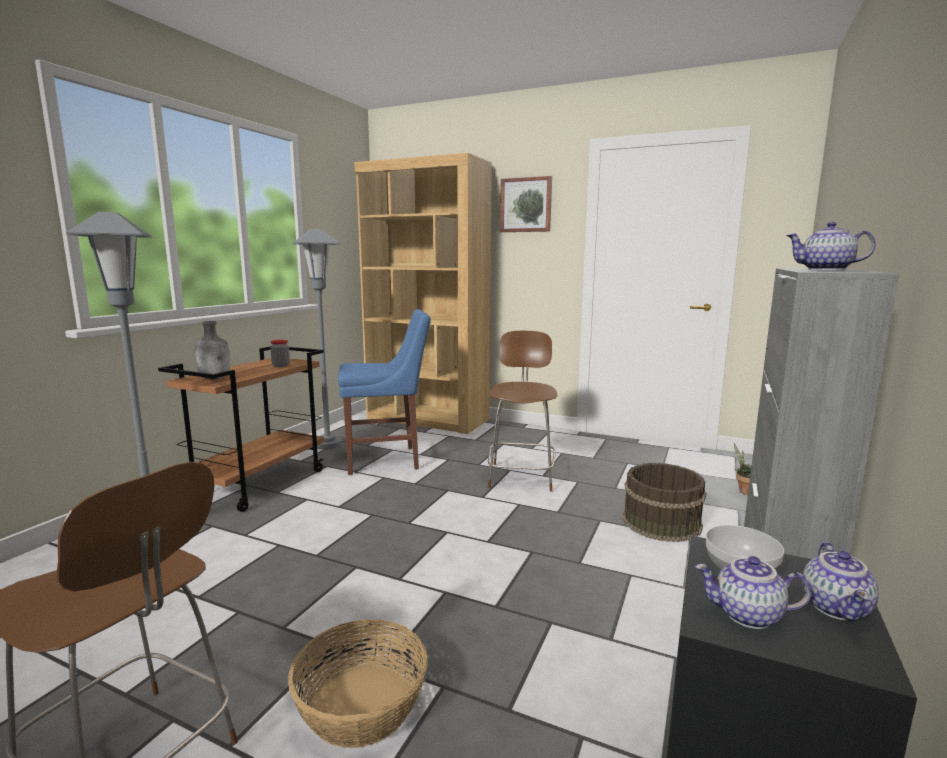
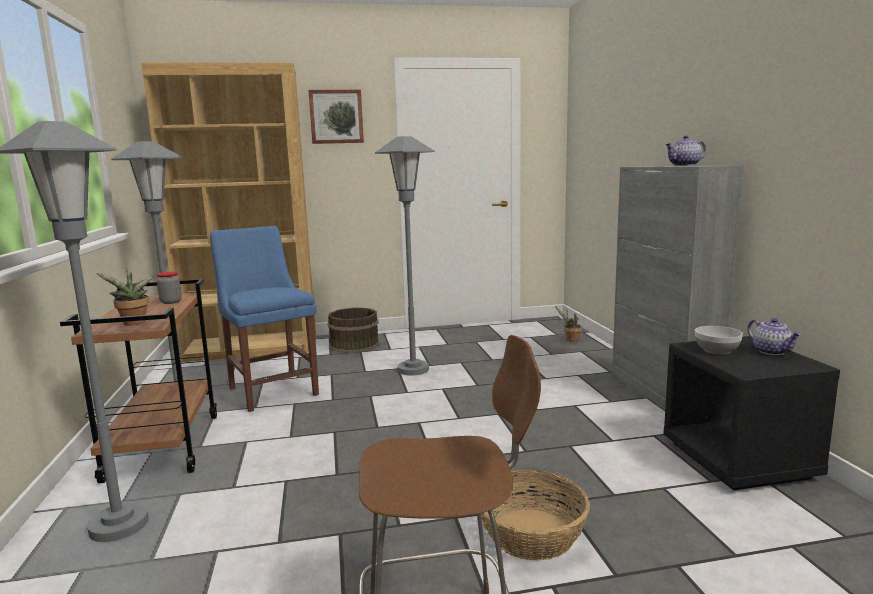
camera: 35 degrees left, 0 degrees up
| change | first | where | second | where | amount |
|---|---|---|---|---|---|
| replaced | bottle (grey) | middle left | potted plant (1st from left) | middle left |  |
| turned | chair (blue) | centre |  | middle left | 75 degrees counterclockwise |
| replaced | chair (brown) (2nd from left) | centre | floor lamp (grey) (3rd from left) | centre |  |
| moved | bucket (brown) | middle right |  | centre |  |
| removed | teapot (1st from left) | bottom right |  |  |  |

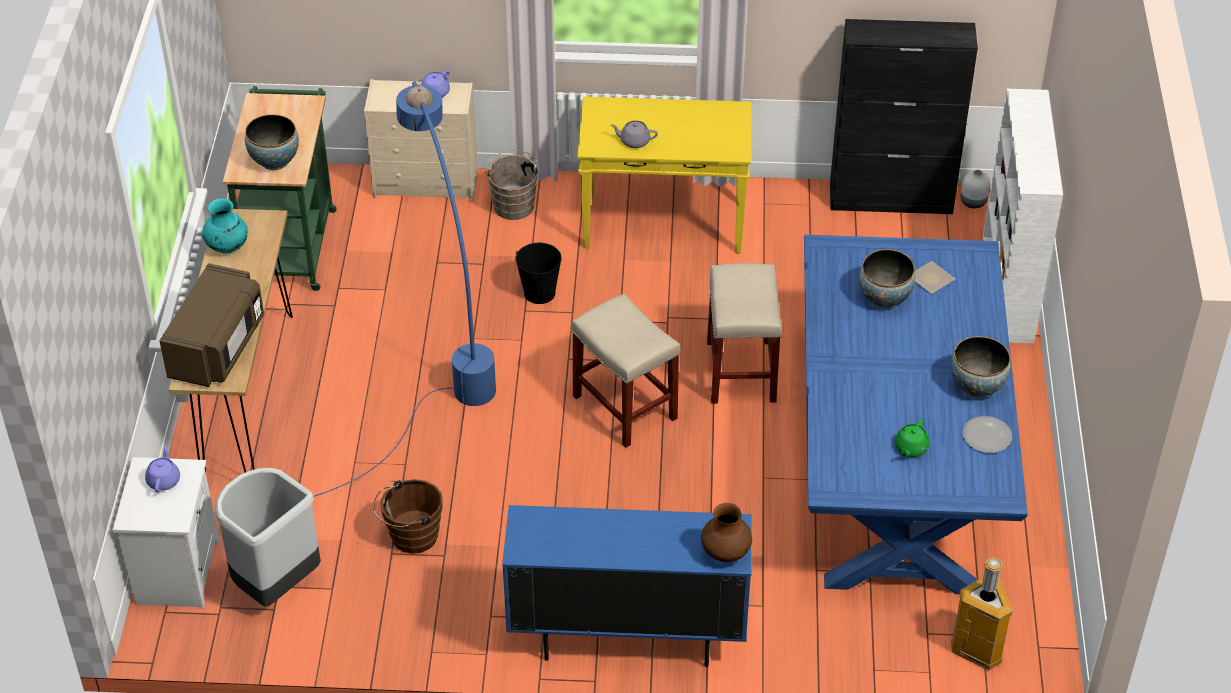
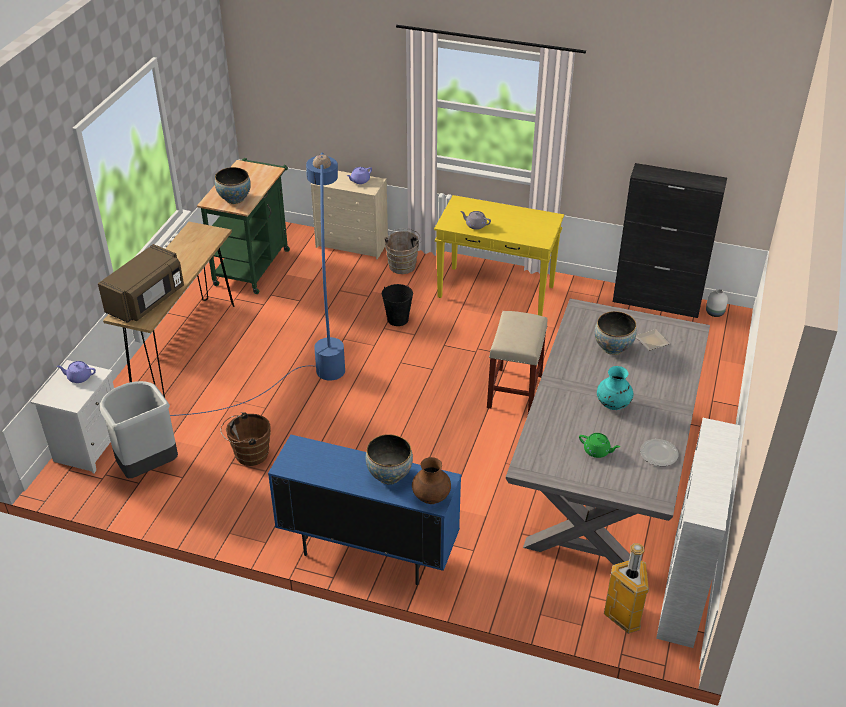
camera: 15 degrees right, 5 degrees down
| change | first | where | second | where | amount |
|---|---|---|---|---|---|
| turned | teapot (purple) (1st from left) | bottom left |  | middle left | 105 degrees counterclockwise |
| moved | vase (turquoise) | top left |  | middle right |  |
| removed | stool (beige) (1st from left) | centre |  |  |  |
| recoloured | dining table (blue) | middle right | dining table (grey) | middle right |  |
| turned | teapot (green) | middle right |  | middle right | 105 degrees counterclockwise |
| moved | bowl (3rd from left in the first image) | middle right | bowl (2nd from left) | centre |  |
| moved | bookcase (white) | top right |  | bottom right |  |

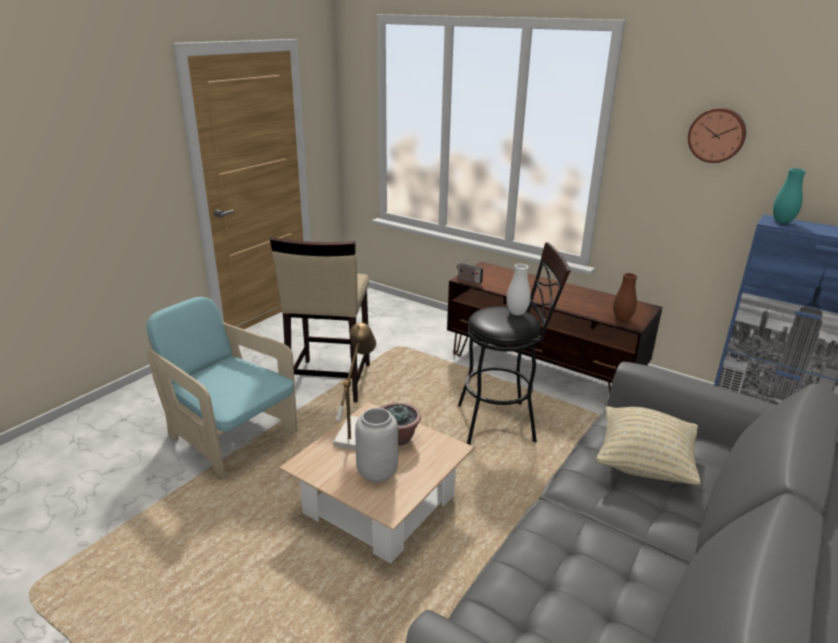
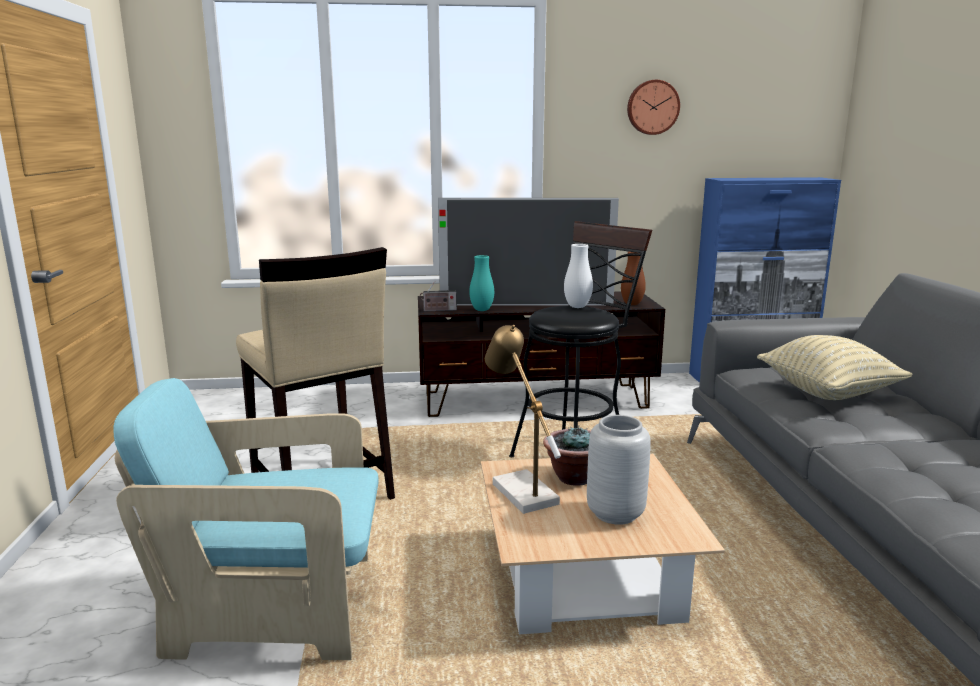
camera: 40 degrees left, 10 degrees down
| change | first | where | second | where | amount |
|---|---|---|---|---|---|
| moved | vase (turquoise) | top right |  | centre |  |
| added |  |  | television | centre |  |

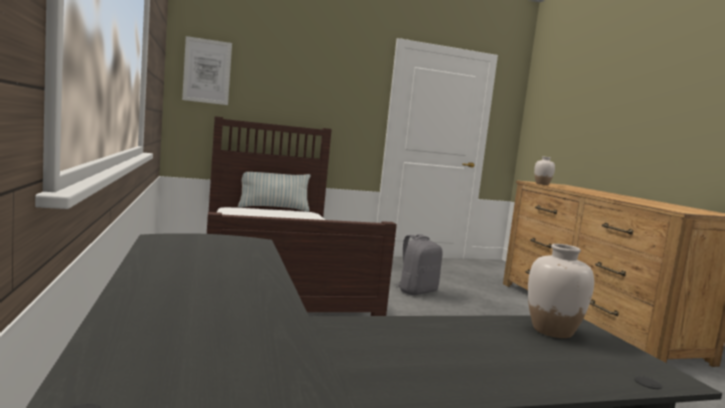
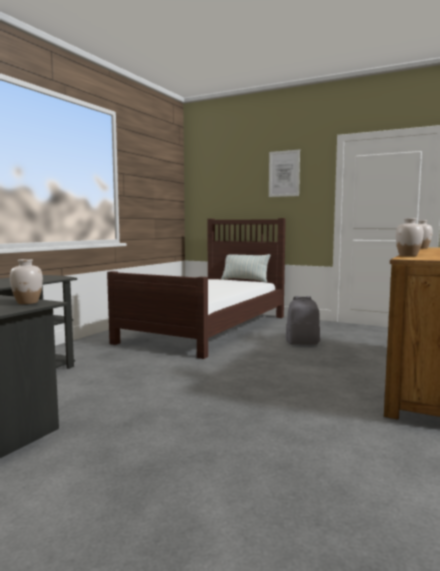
camera: 45 degrees right, 0 degrees up
| change | first | where | second | where | amount |
|---|---|---|---|---|---|
| moved | picture | top left |  | top centre |  |
| added |  |  | vase (white) (2nd from left) | middle right |  |

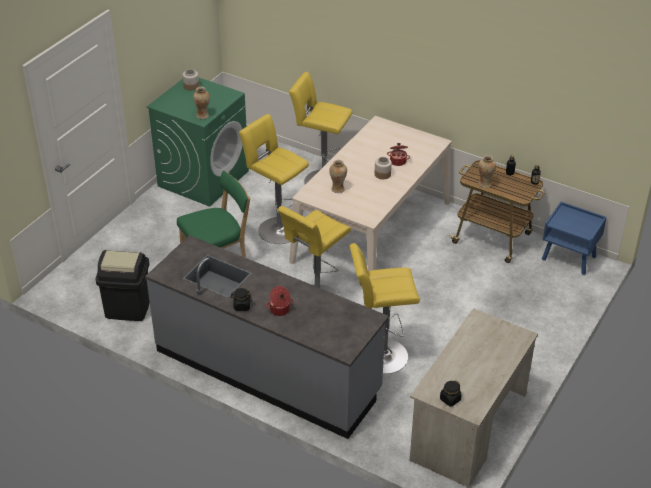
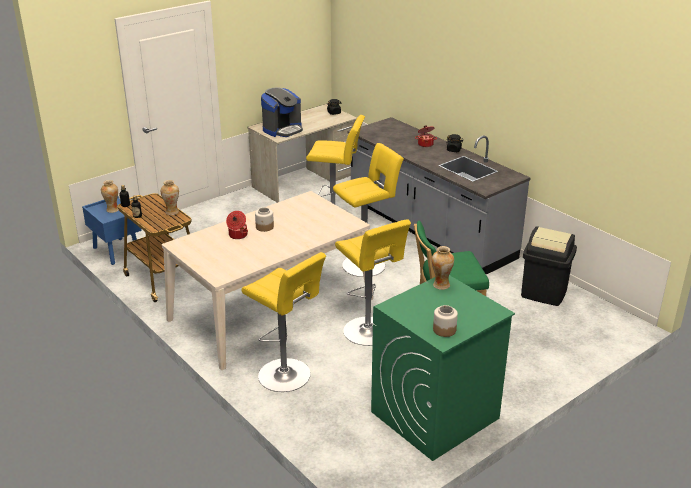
camera: 160 degrees left, 10 degrees down
| change | first | where | second | where | amount |
|---|---|---|---|---|---|
| moved | vase (2nd from left in the first image) | centre | vase (1st from left) | middle left |  |
| added |  |  | coffee machine | top centre |  |

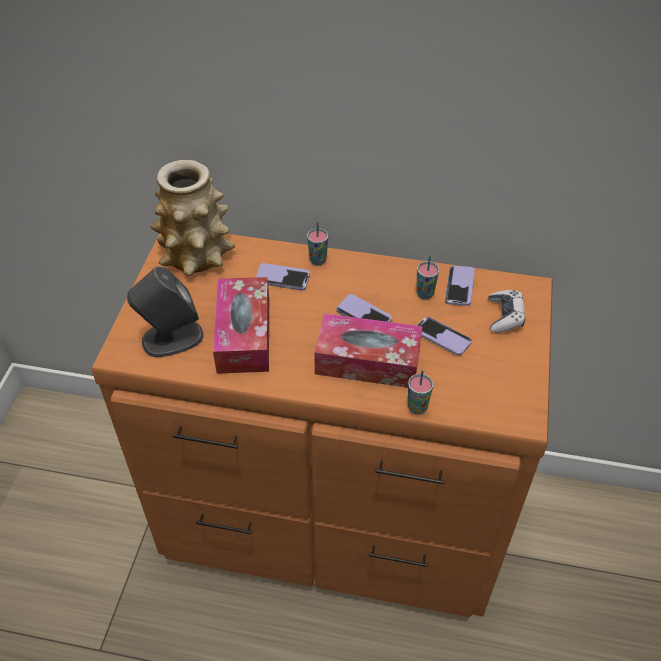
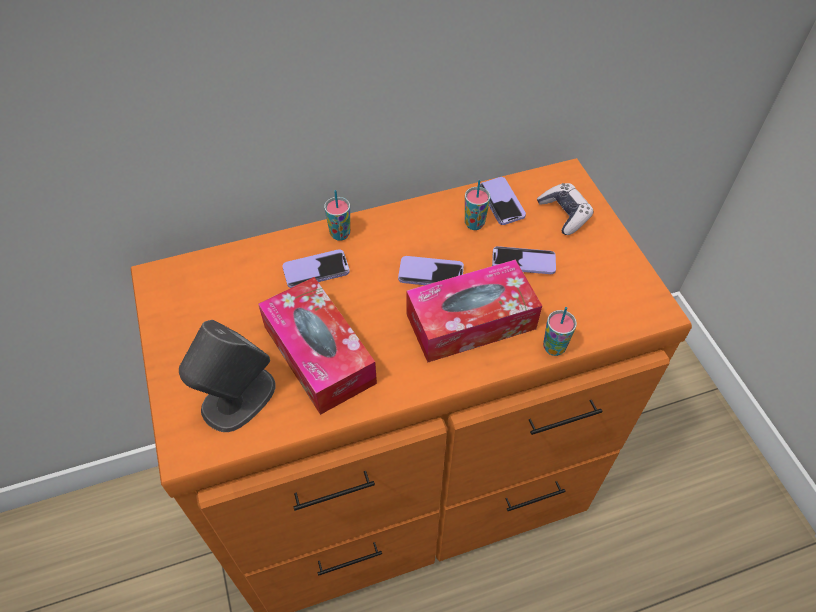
camera: 30 degrees left, 5 degrees up
| change | first | where | second | where | amount |
|---|---|---|---|---|---|
| removed | vase | top left |  |  |  |

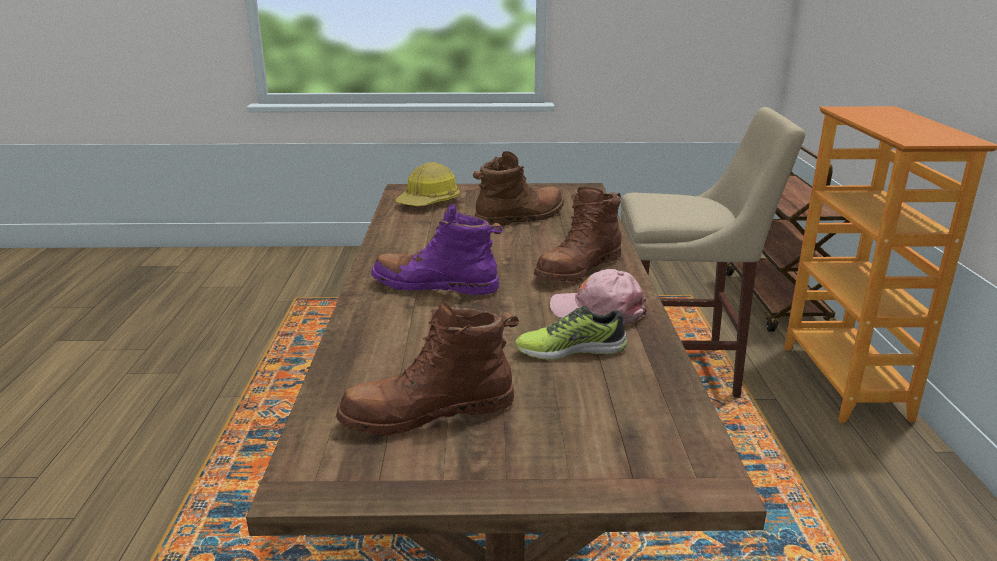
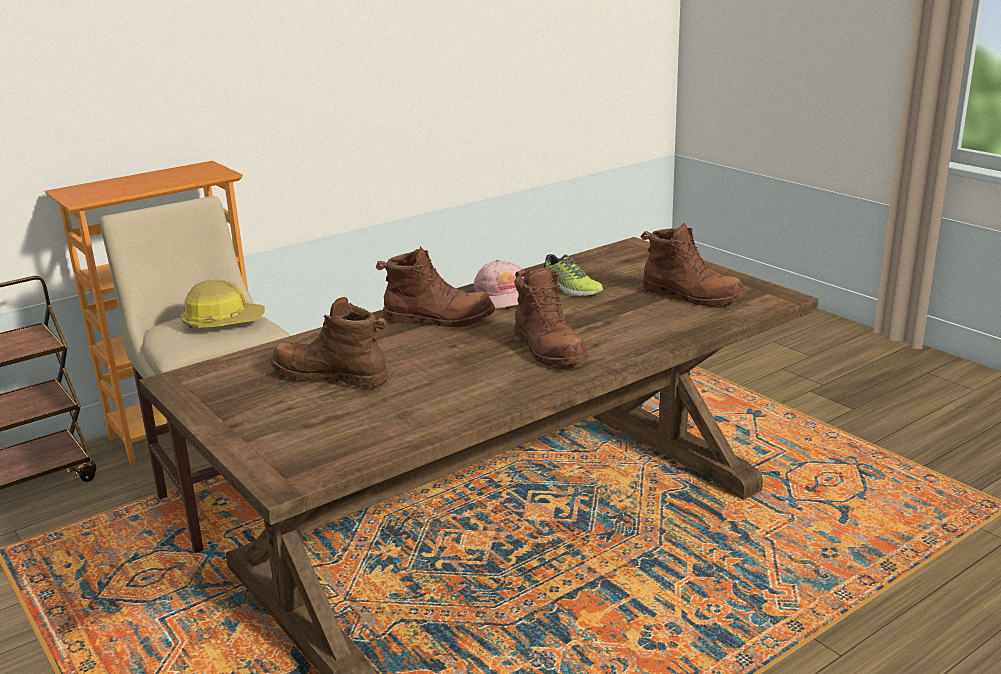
camera: 125 degrees left, 0 degrees up
| change | first | where | second | where | amount |
|---|---|---|---|---|---|
| recoloured | boot (purple) | centre | boot (brown) (3rd from left) | centre |  |
| moved | hard hat | top centre |  | middle left |  |

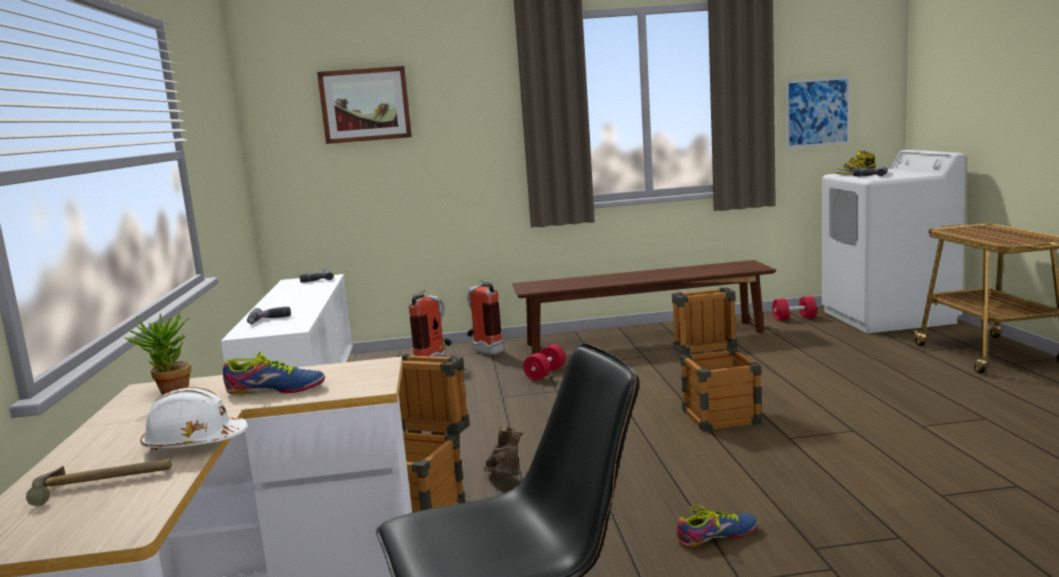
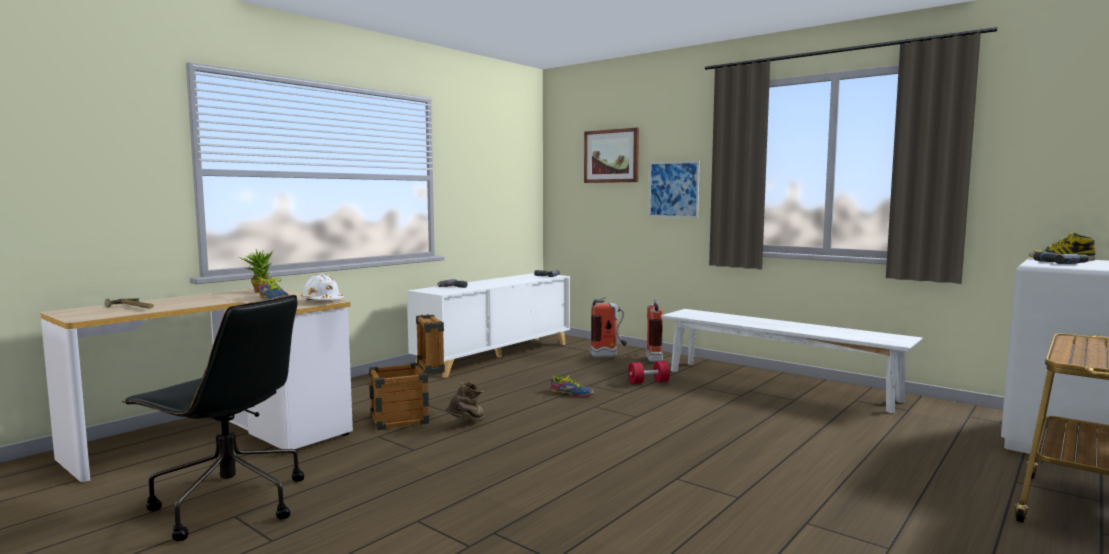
camera: 45 degrees right, 5 degrees down
| change | first | where | second | where | amount |
|---|---|---|---|---|---|
| moved | hard hat (white) | bottom left |  | middle left |  |
| recoloured | bench (brown) | centre | bench (white) | middle right |  |
| removed | crate (2nd from left) | middle right |  |  |  |
| moved | shoe (2nd from left) | bottom right |  | bottom centre |  |
| removed | dumbbell (red) (2nd from left) | middle right |  |  |  |
| moved | picture (2nd from left) | top right |  | centre |  |

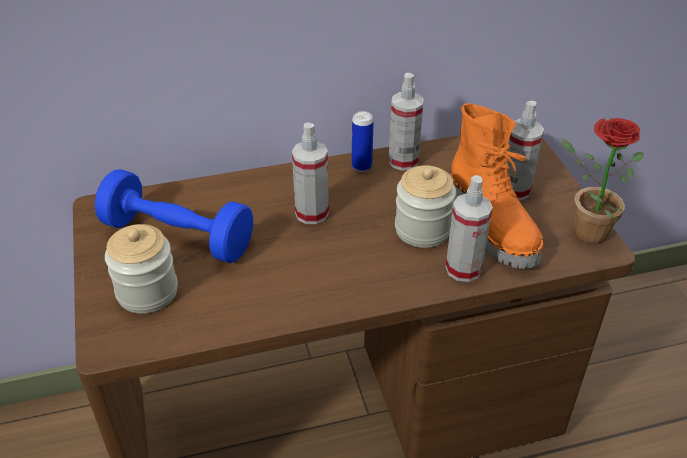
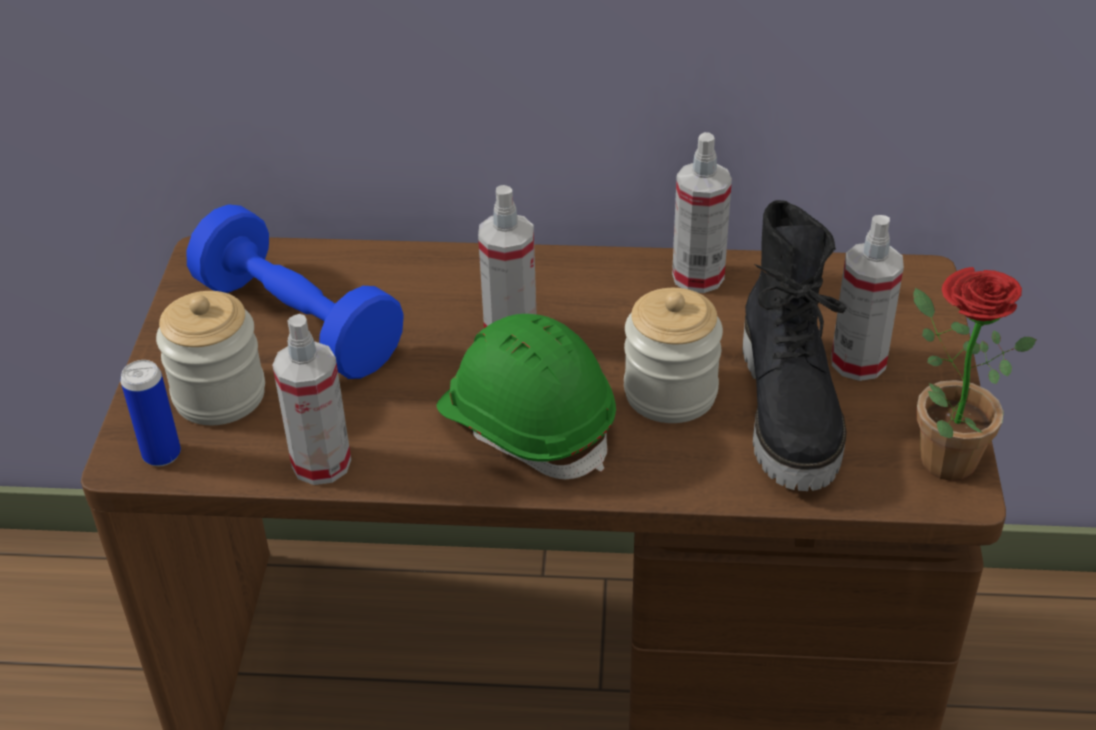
camera: 20 degrees right, 0 degrees up
| change | first | where | second | where | amount |
|---|---|---|---|---|---|
| moved | can | top centre |  | middle left |  |
| moved | spray bottle (3rd from left in the first image) | middle right | spray bottle (1st from left) | middle left |  |
| recoloured | boot (orange) | middle right | boot (black) | middle right |  |
| added |  |  | hard hat (green) | centre |  |

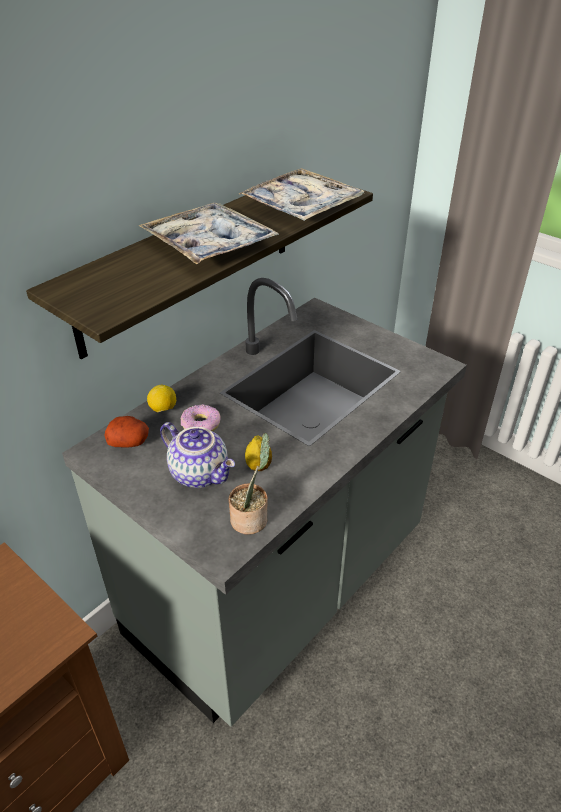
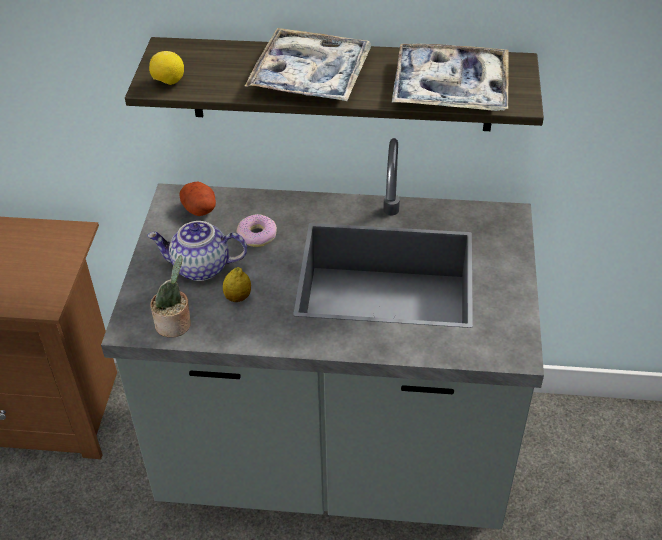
camera: 55 degrees right, 5 degrees up
| change | first | where | second | where | amount |
|---|---|---|---|---|---|
| moved | lemon (1st from left) | middle left |  | top left |  |
| turned | teapot | centre |  | middle left | 90 degrees clockwise |

